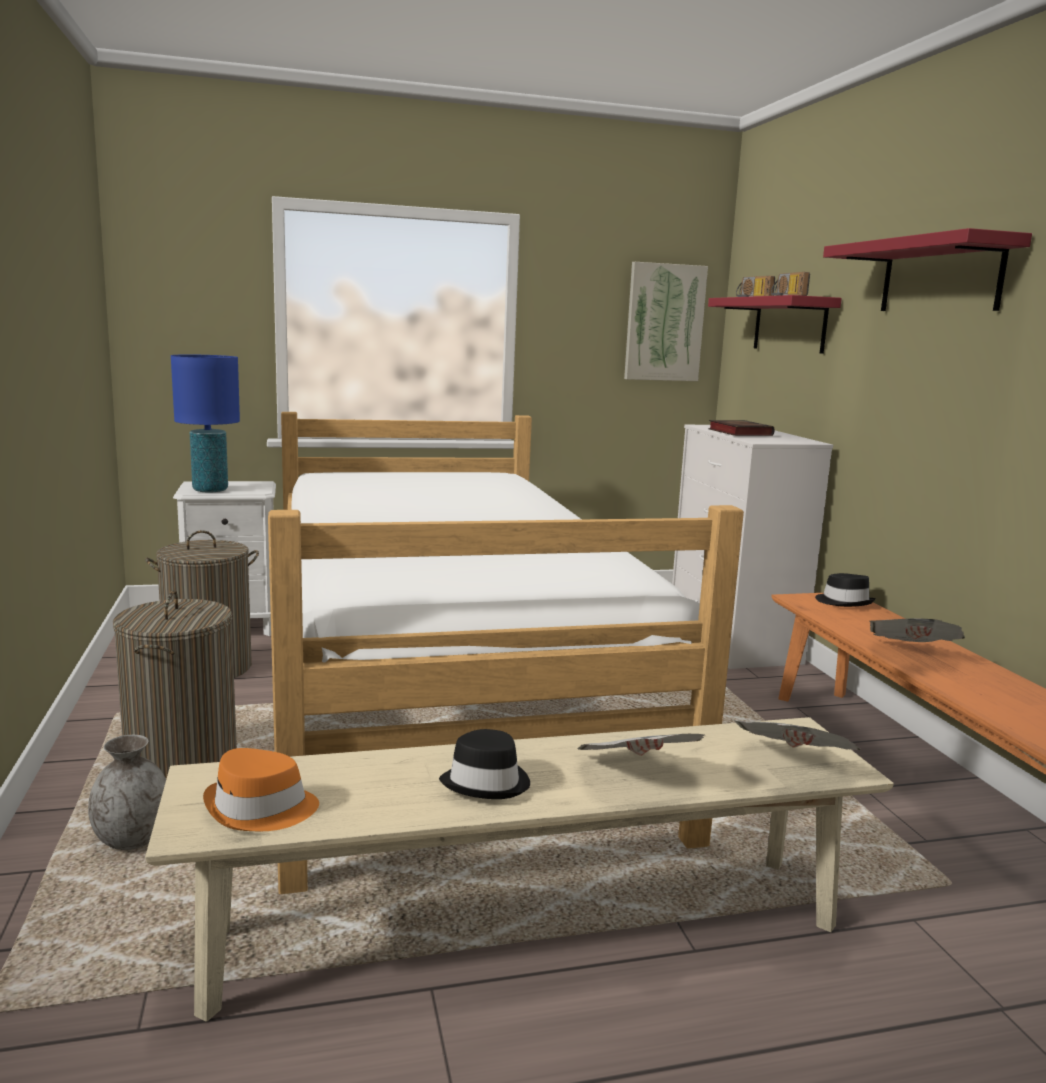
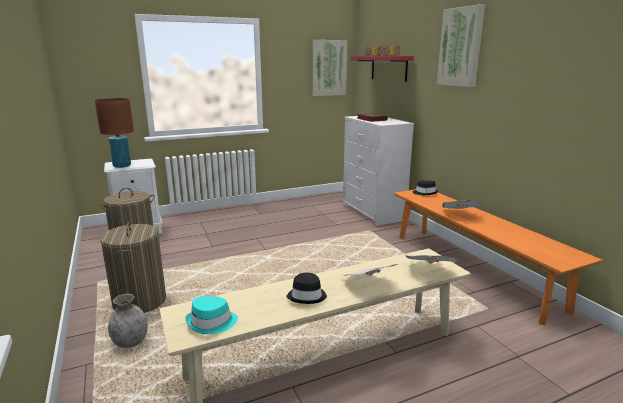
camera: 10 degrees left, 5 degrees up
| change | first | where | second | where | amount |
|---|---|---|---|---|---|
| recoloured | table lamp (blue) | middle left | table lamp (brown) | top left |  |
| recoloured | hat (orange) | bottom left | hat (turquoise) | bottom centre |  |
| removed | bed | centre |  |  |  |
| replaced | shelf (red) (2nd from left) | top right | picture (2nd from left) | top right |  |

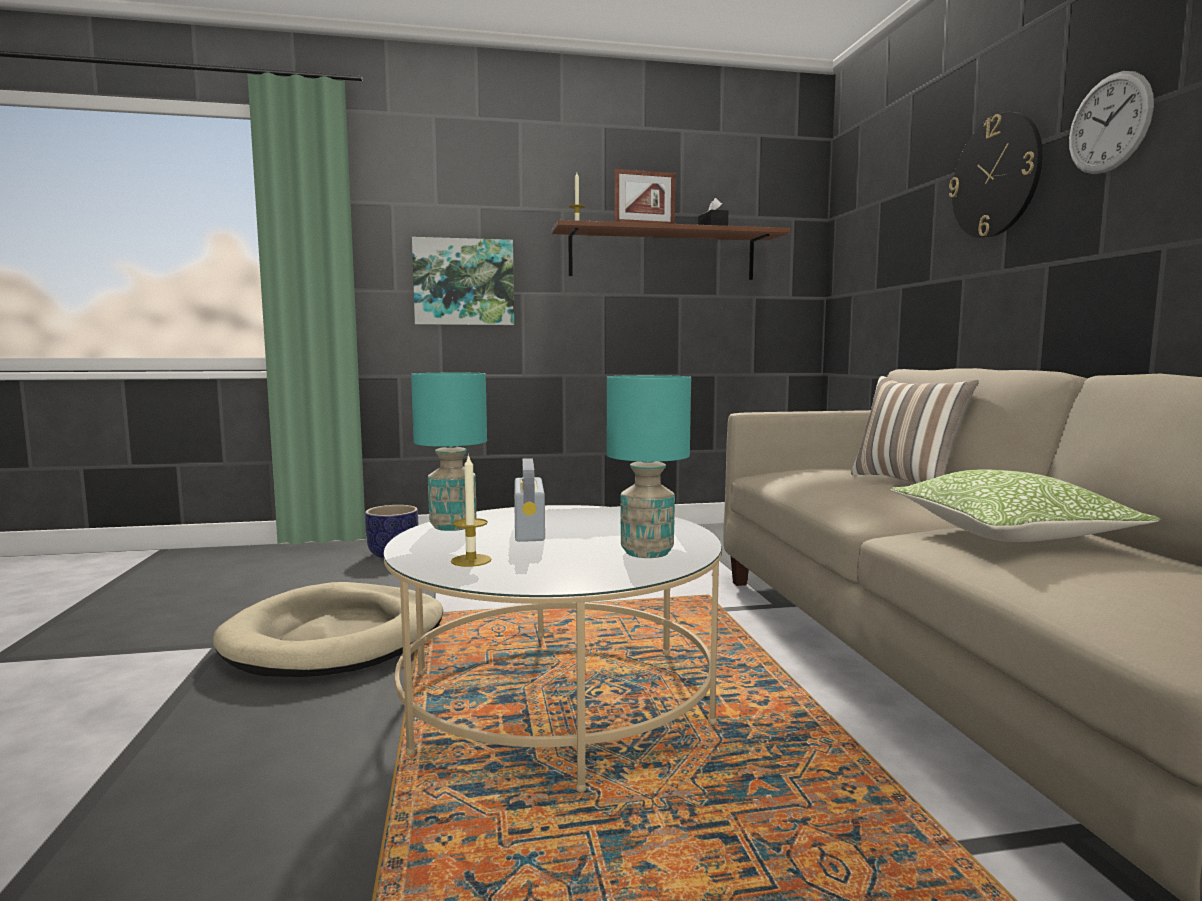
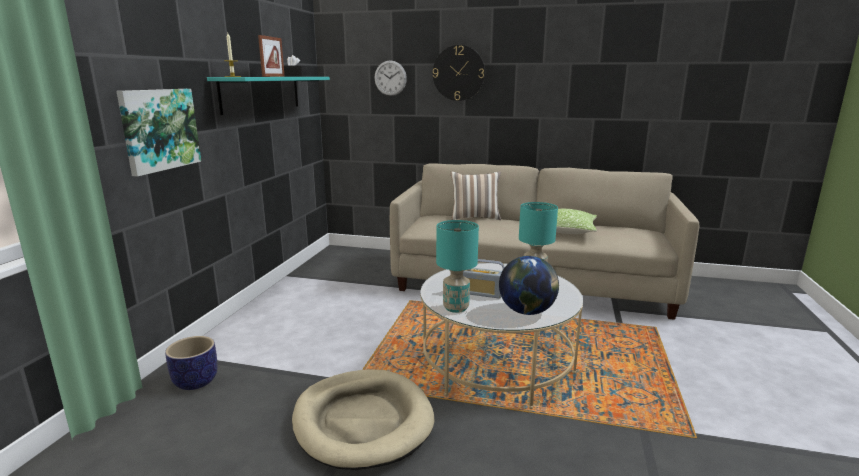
camera: 65 degrees left, 10 degrees up
| change | first | where | second | where | amount |
|---|---|---|---|---|---|
| replaced | candle (1st from left) | centre | globe | centre |  |
| recoloured | shelf (brown) | top centre | shelf (turquoise) | top left |  |
| moved | wall clock (2nd from left in the first image) | top right | wall clock (1st from left) | top centre |  |

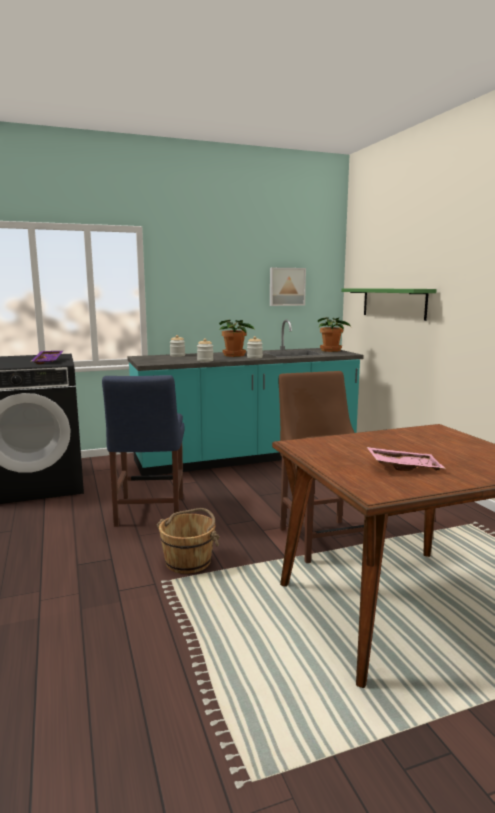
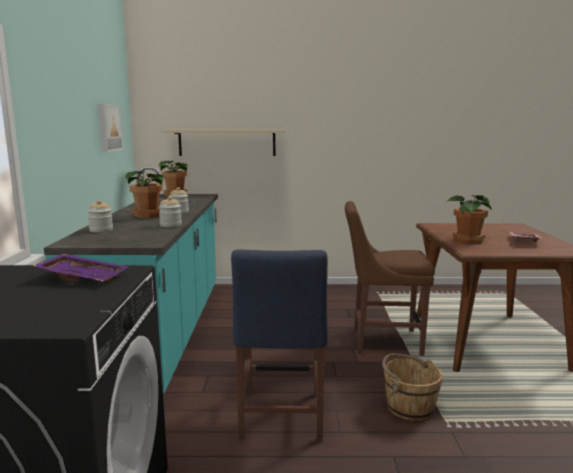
camera: 70 degrees left, 0 degrees up
| change | first | where | second | where | amount |
|---|---|---|---|---|---|
| turned | chair (blue) | middle left |  | bottom centre | 75 degrees clockwise |
| recoloured | shelf (green) | middle right | shelf (beige) | top centre |  |
| added |  |  | potted plant (3rd from left) | middle right |  |

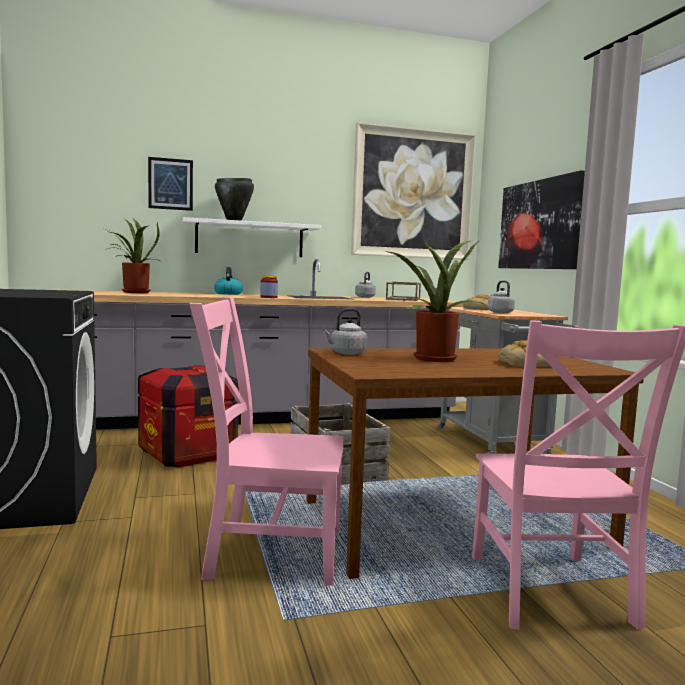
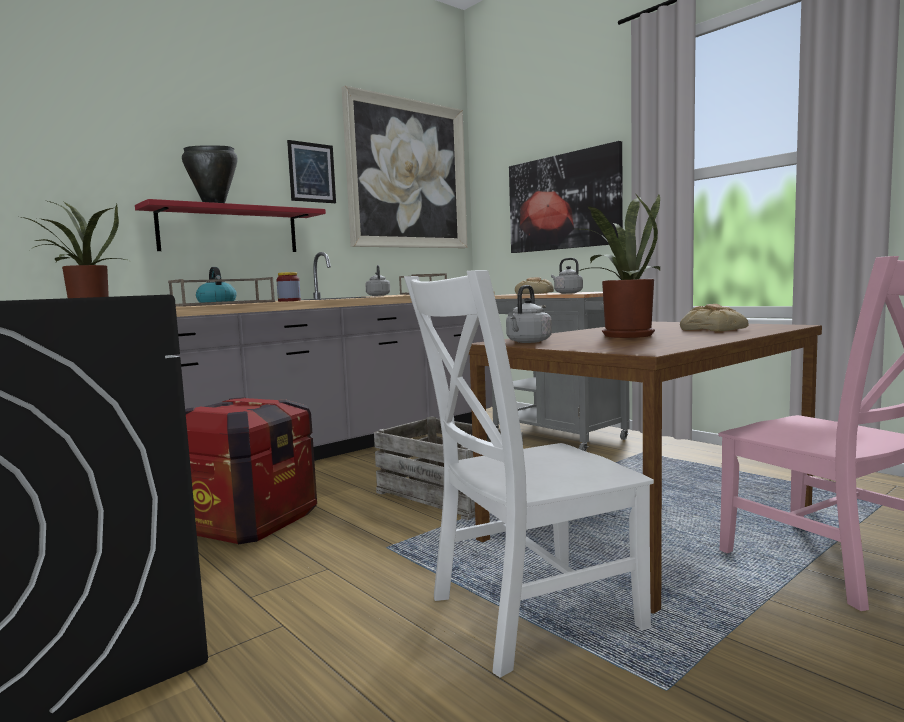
camera: 25 degrees left, 0 degrees up
| change | first | where | second | where | amount |
|---|---|---|---|---|---|
| moved | picture (1st from left) | top left |  | top centre |  |
| recoloured | shelf (white) | centre | shelf (red) | top left |  |
| recoloured | chair (pink) (1st from left) | centre | chair (white) | centre |  |
| added |  |  | tray (brown) (1st from left) | middle left |  |

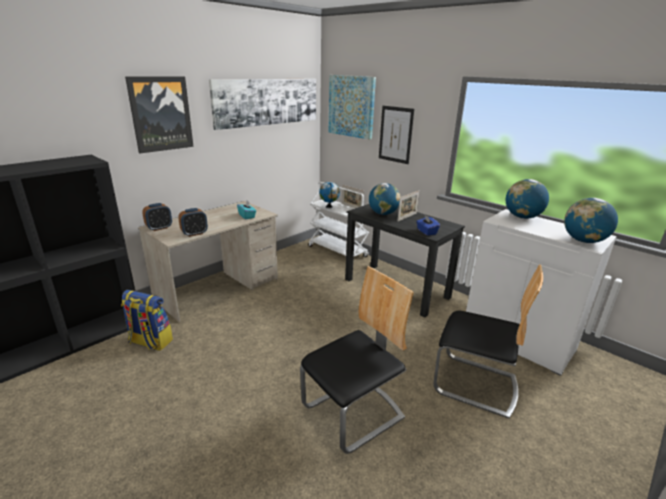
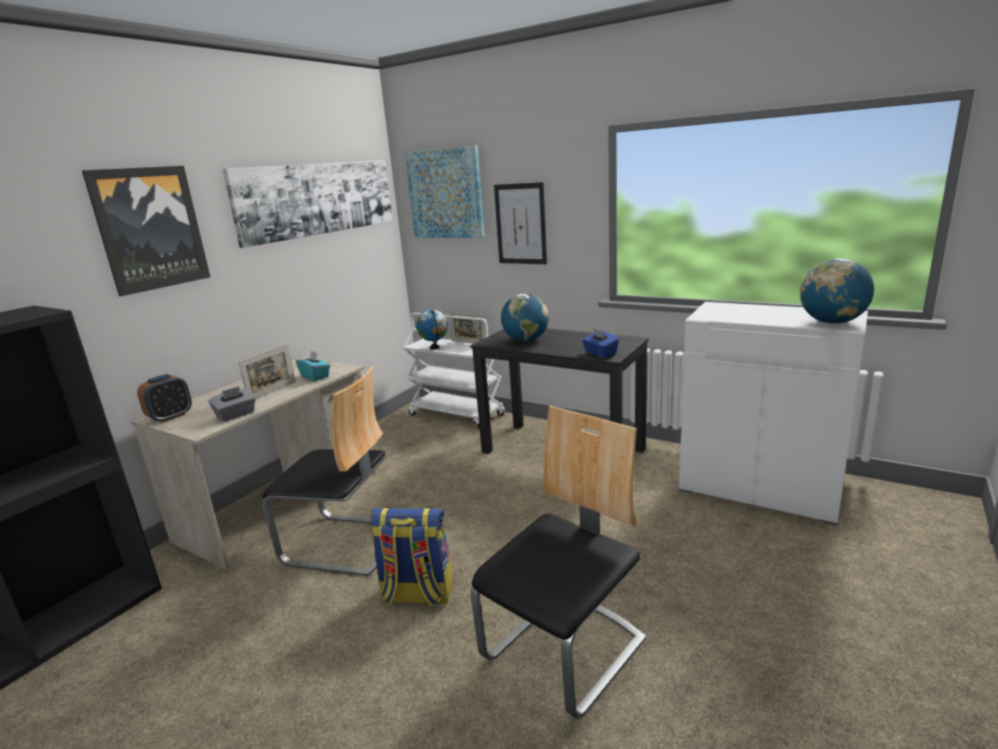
camera: 10 degrees left, 5 degrees down
| change | first | where | second | where | amount |
|---|---|---|---|---|---|
| moved | backpack | middle left |  | bottom centre |  |
| replaced | alarm clock (2nd from left) | middle left | tissue box (grey) | middle left |  |
| moved | picture frame (2nd from left in the first image) | centre | picture frame (1st from left) | middle left |  |
| moved | chair (2nd from left in the first image) | bottom right | chair (1st from left) | middle left |  |
| removed | globe (3rd from left) | middle right |  |  |  |

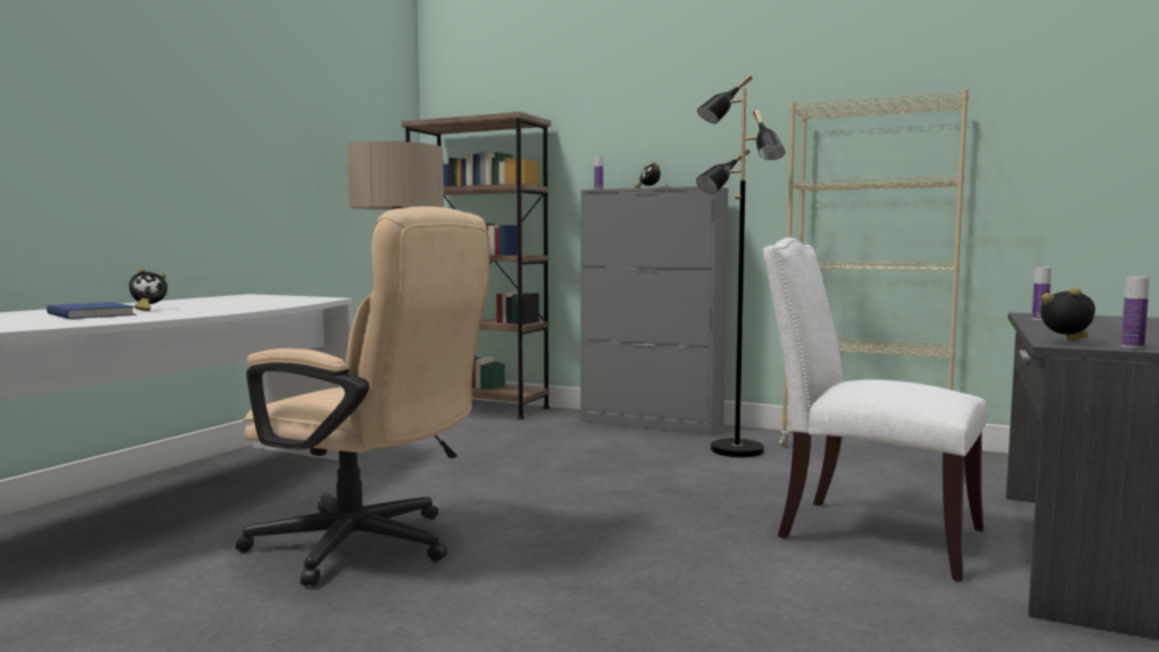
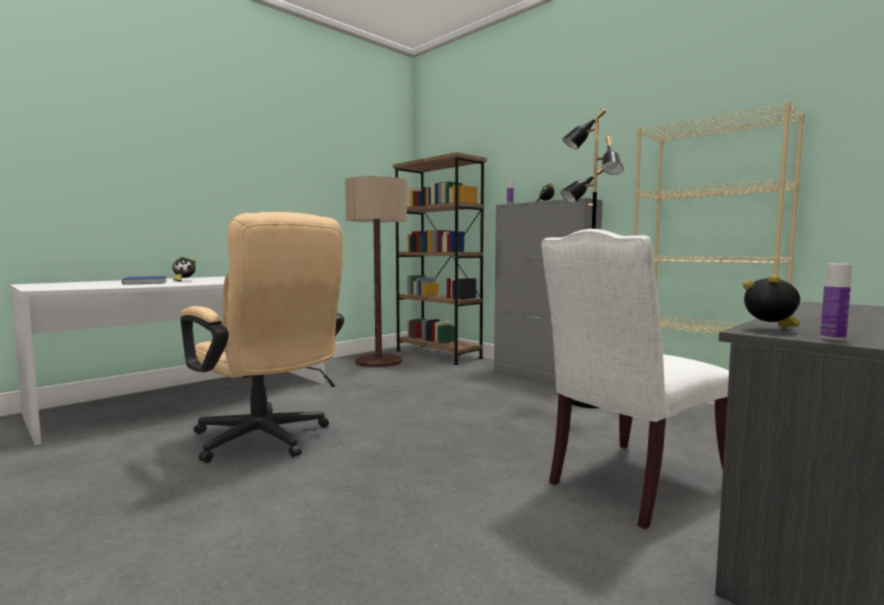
camera: 20 degrees right, 0 degrees up
| change | first | where | second | where | amount |
|---|---|---|---|---|---|
| turned | chair (white) | middle right |  | middle right | 90 degrees counterclockwise |
| removed | bottle (2nd from left) | middle right |  |  |  |

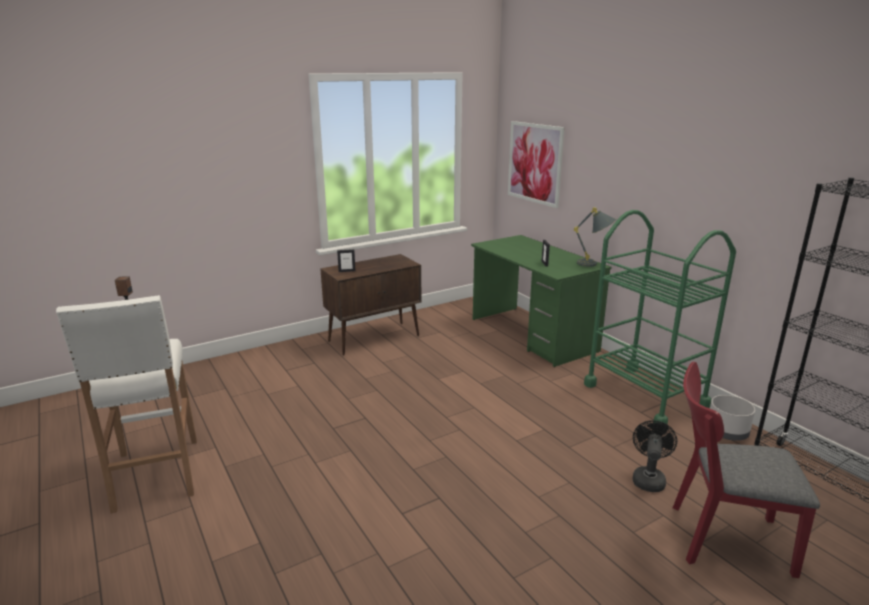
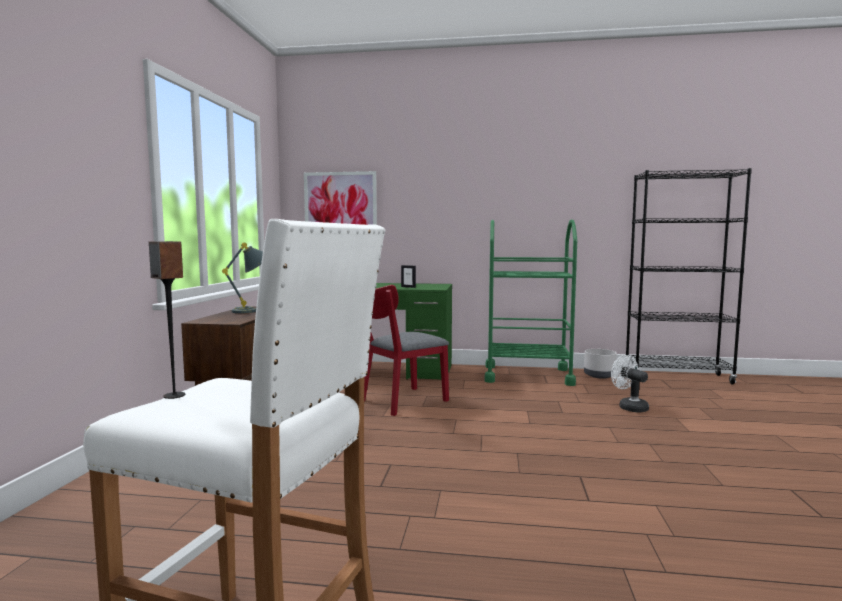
camera: 50 degrees left, 15 degrees down
| change | first | where | second | where | amount |
|---|---|---|---|---|---|
| removed | picture frame (1st from left) | centre |  |  |  |
| moved | table lamp (grey) | middle right |  | middle left |  |
| recoloured | fan (black) | bottom right | fan (white) | middle right |  |
| moved | chair (red) | bottom right |  | centre |  |

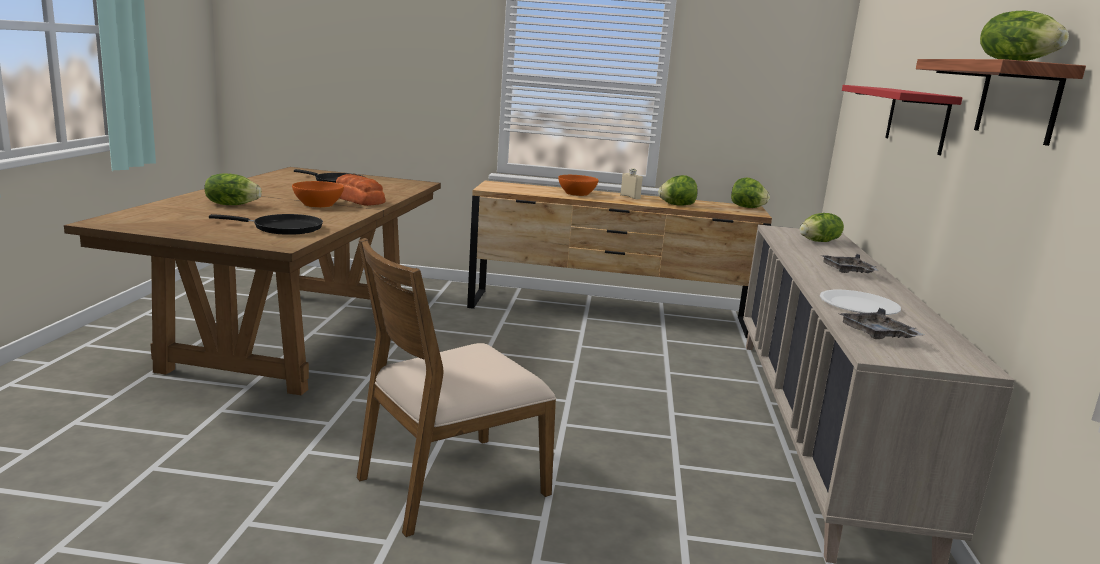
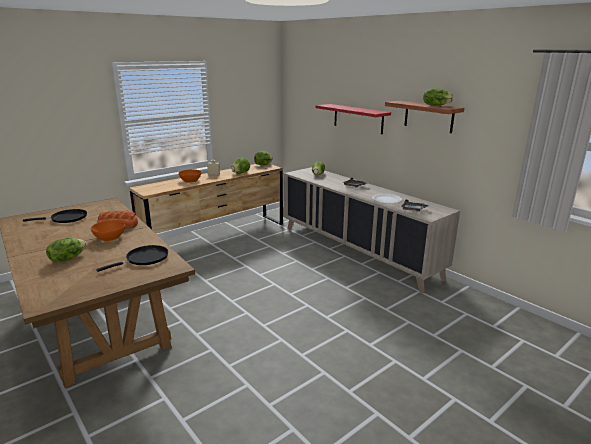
camera: 45 degrees left, 5 degrees up
| change | first | where | second | where | amount |
|---|---|---|---|---|---|
| removed | chair (brown) | bottom centre |  |  |  |

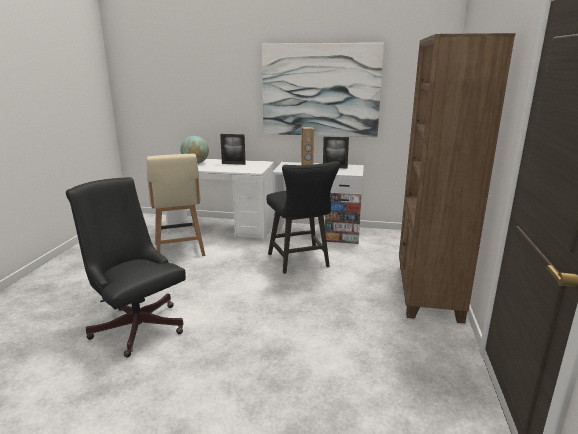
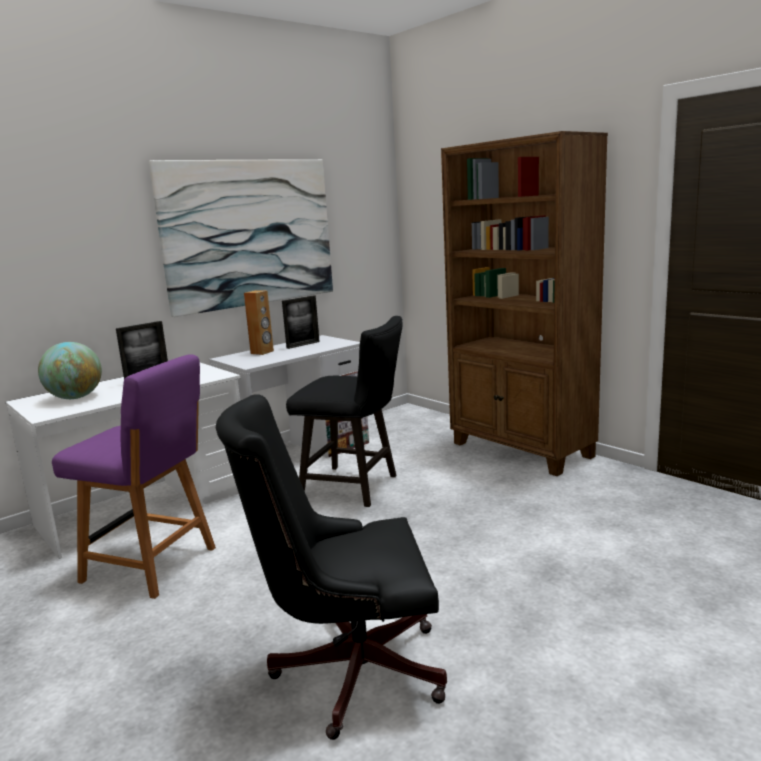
camera: 50 degrees left, 5 degrees down
| change | first | where | second | where | amount |
|---|---|---|---|---|---|
| recoloured | chair (beige) | middle left | chair (purple) | middle left |  |

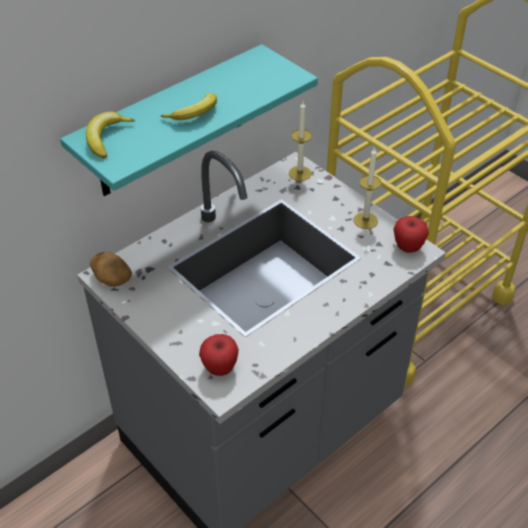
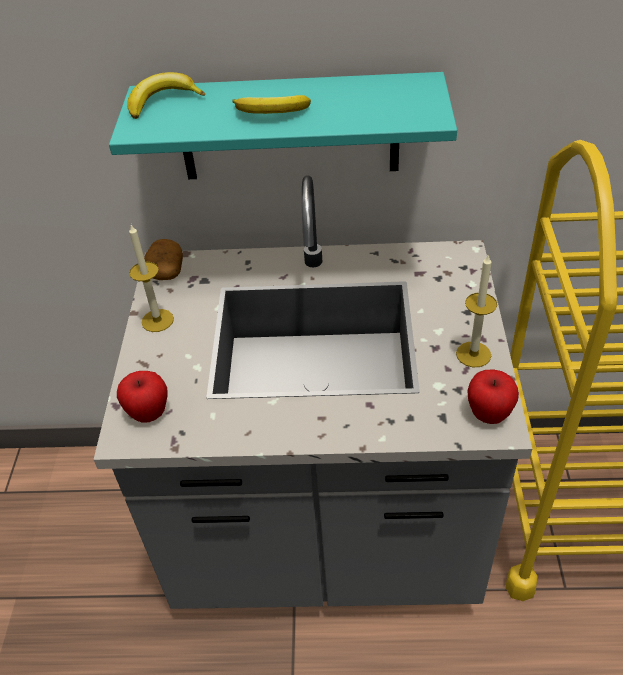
camera: 45 degrees right, 0 degrees up
| change | first | where | second | where | amount |
|---|---|---|---|---|---|
| moved | candle (1st from left) | top centre |  | middle left |  |

